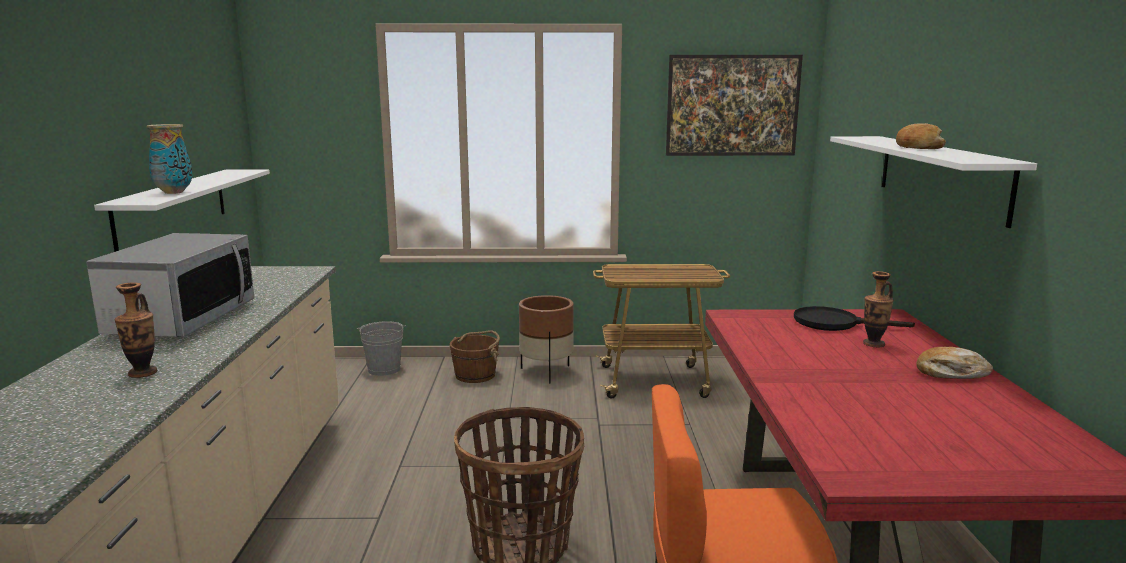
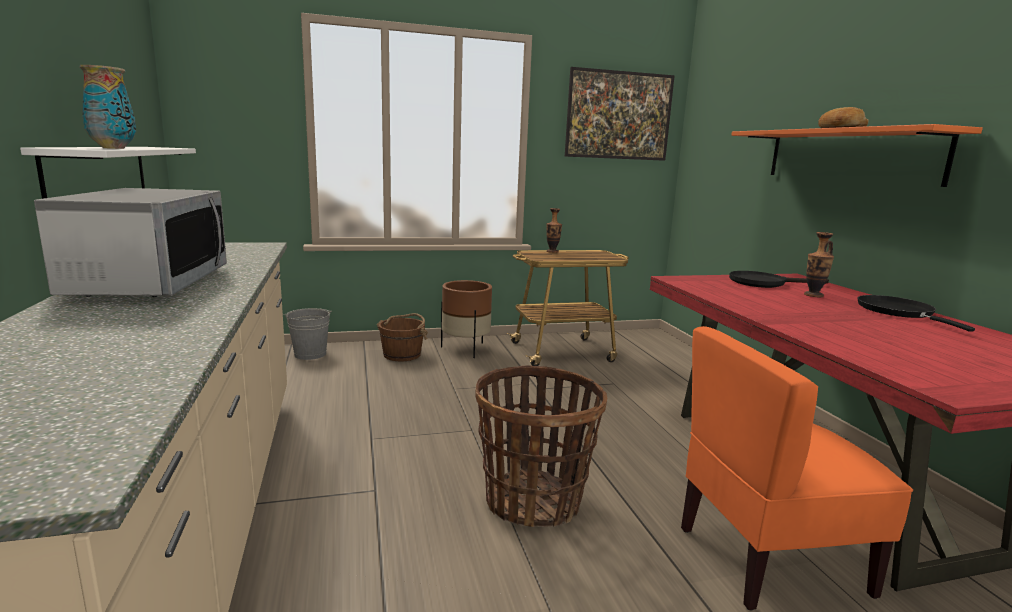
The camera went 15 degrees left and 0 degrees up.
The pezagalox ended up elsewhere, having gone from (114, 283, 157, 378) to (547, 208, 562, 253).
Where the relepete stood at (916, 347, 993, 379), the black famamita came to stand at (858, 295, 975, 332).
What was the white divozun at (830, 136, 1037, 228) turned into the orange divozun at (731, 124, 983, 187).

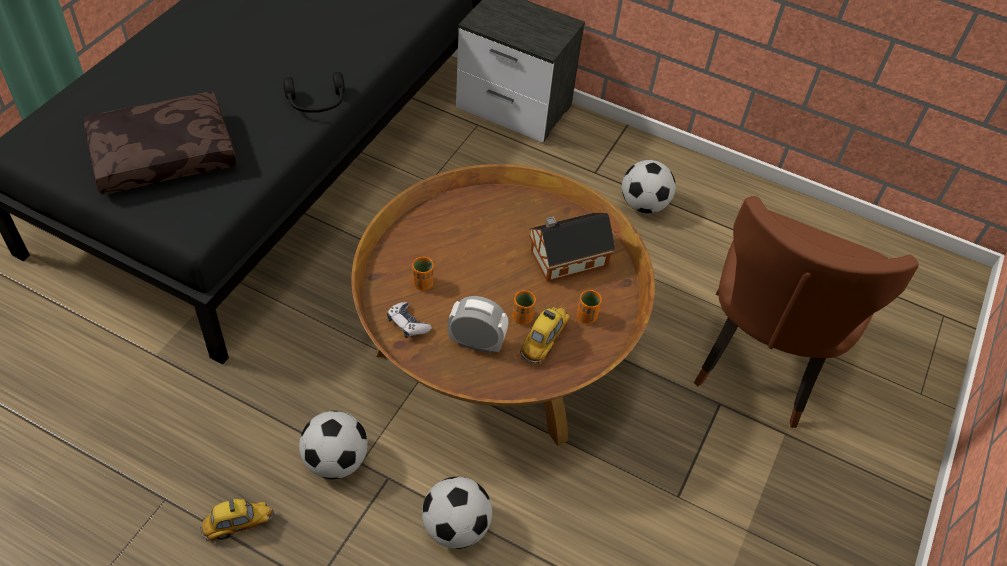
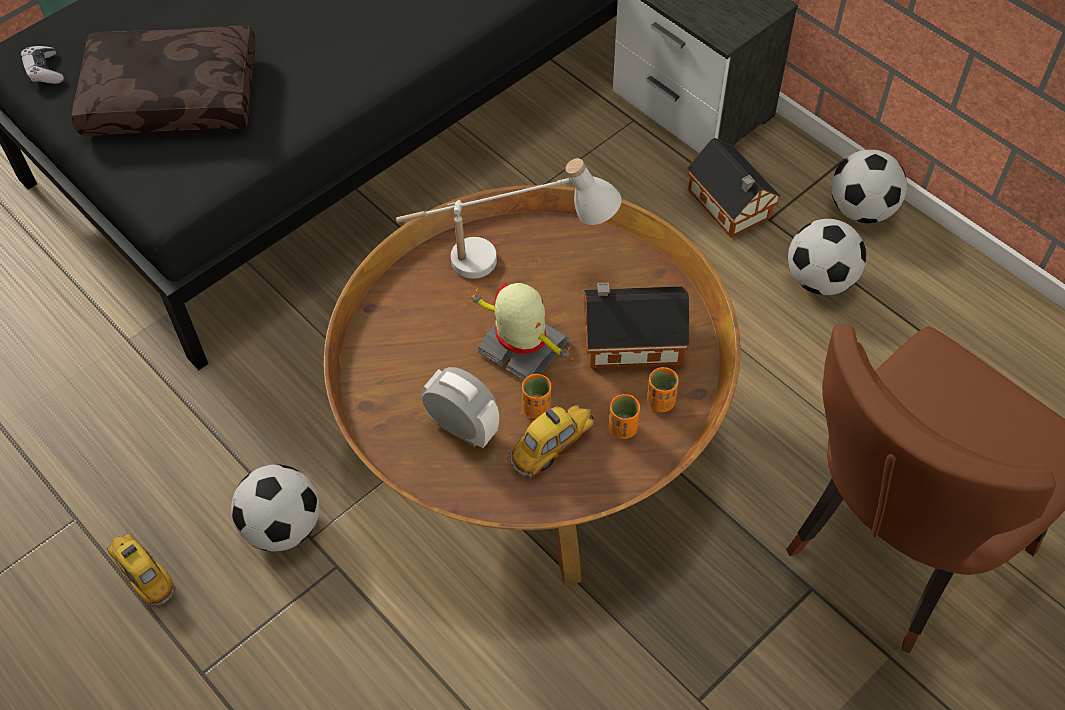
The camera went 25 degrees right and 5 degrees up.
The second view lost the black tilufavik at (283, 72, 345, 113).
The second view gained the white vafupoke at (396, 158, 621, 279).
The second view gained the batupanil at (467, 283, 573, 381).
The second view gained the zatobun at (687, 138, 781, 238).
The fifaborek ended up elsewhere, having gone from (387, 302, 432, 338) to (21, 46, 64, 84).
The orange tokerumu ended up elsewhere, having gone from (412, 257, 434, 290) to (647, 367, 679, 412).
The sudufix ended up elsewhere, having gone from (422, 477, 492, 549) to (831, 149, 907, 223).
The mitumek at (200, 499, 275, 541) ended up facing another way, 135 degrees counterclockwise from before.

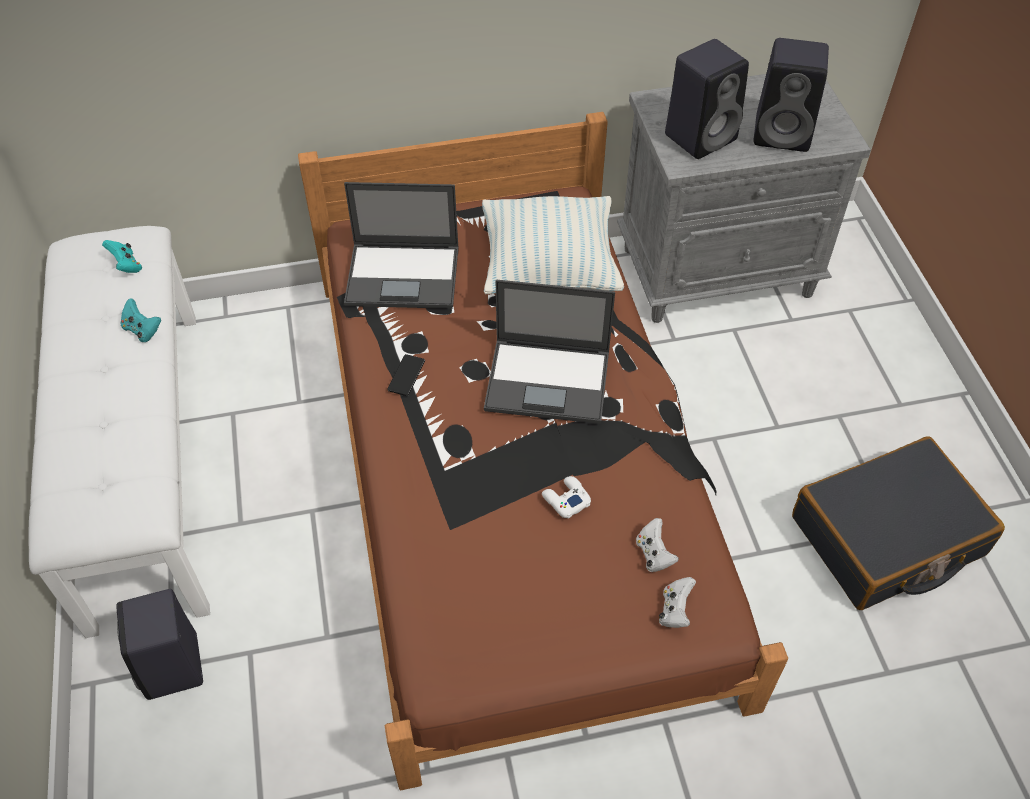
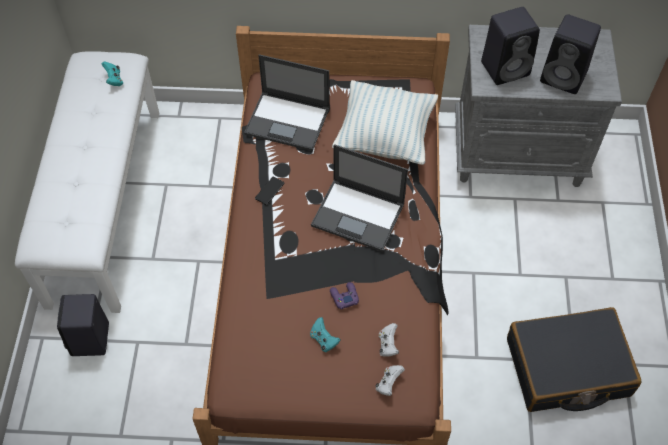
The camera went 15 degrees right and 5 degrees up.
The turquoise fifaborek ended up elsewhere, having gone from (120, 299, 161, 342) to (310, 317, 340, 352).
What was the white fifaborek at (542, 476, 591, 519) turned into the purple fifaborek at (330, 282, 359, 309).

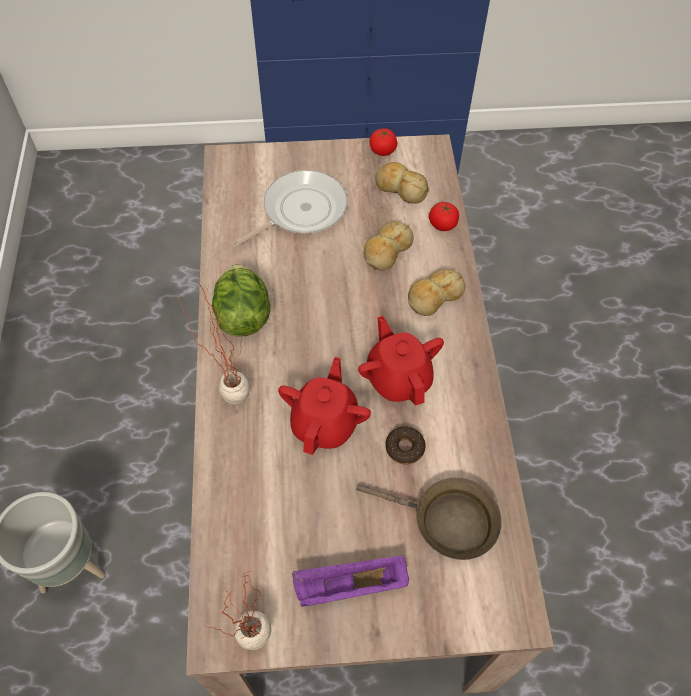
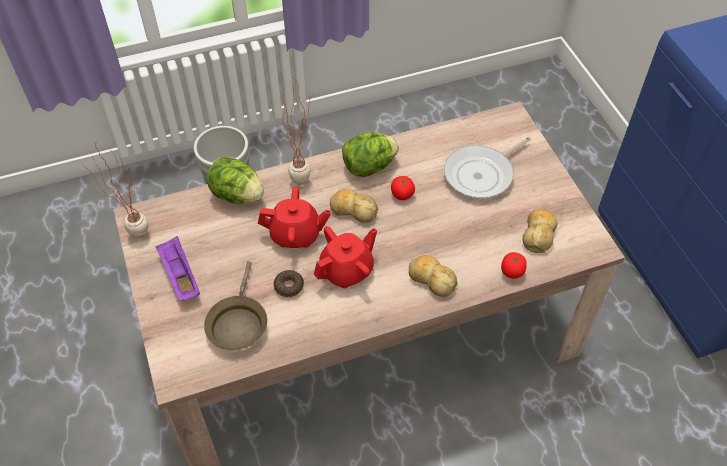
The camera went 75 degrees right and 5 degrees down.
The second view gained the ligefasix at (207, 157, 264, 204).
The relepete ended up elsewhere, having gone from (363, 221, 414, 271) to (330, 189, 378, 223).
The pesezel ended up elsewhere, having gone from (369, 128, 397, 156) to (391, 176, 415, 200).
The famamita at (231, 170, 347, 248) ended up facing another way, 105 degrees clockwise from before.

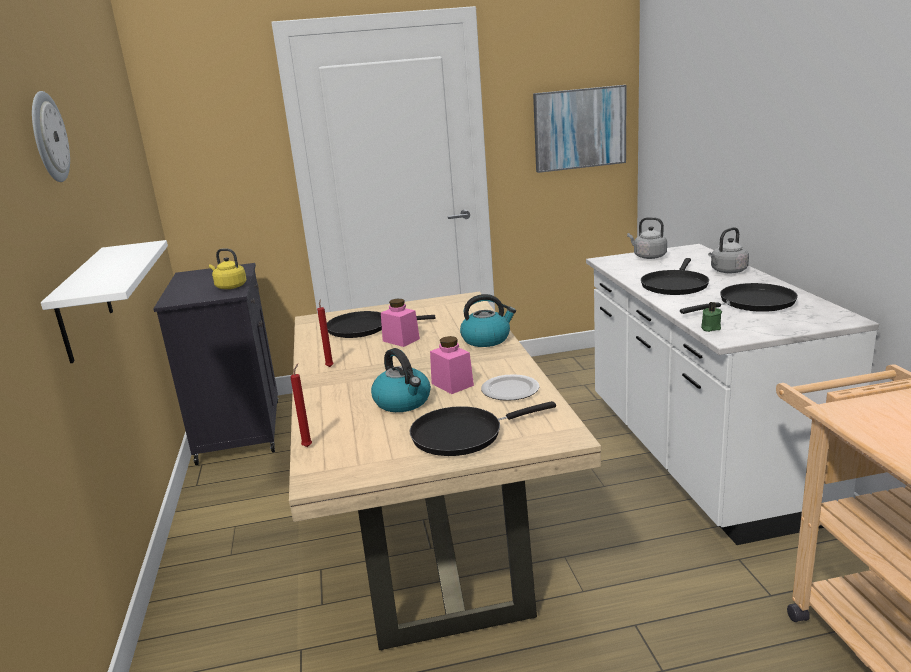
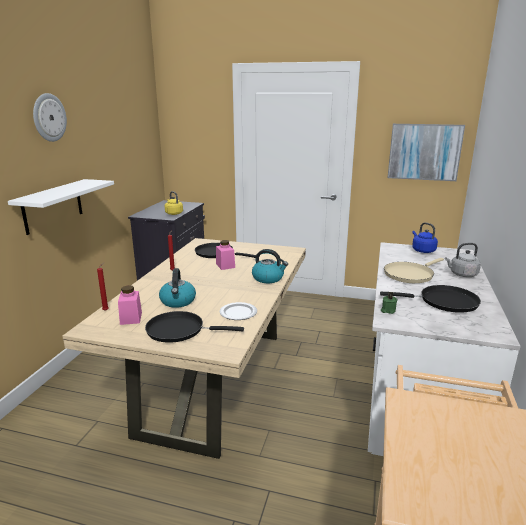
The camera went 25 degrees right and 0 degrees up.
The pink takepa ended up elsewhere, having gone from (430, 336, 474, 394) to (118, 285, 142, 325).
What was the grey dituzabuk at (627, 217, 667, 259) turned into the blue dituzabuk at (412, 222, 438, 253).
What was the black famamita at (641, 258, 709, 295) turned into the beige famamita at (384, 258, 444, 283).

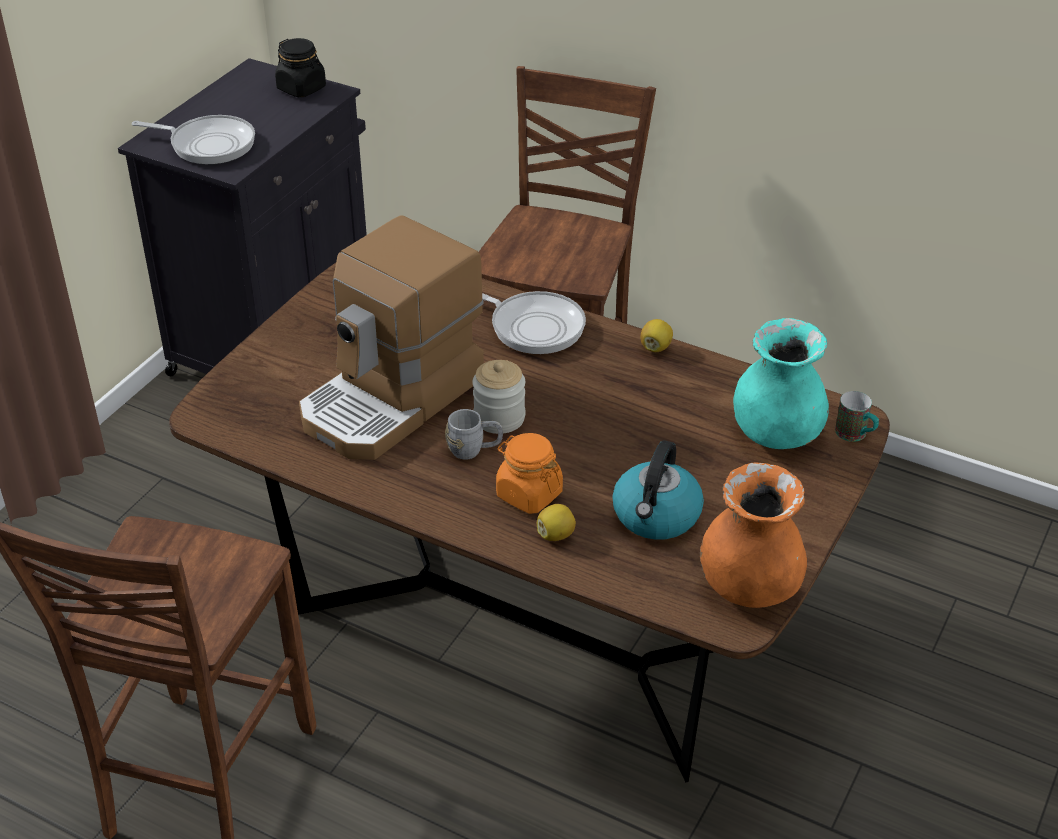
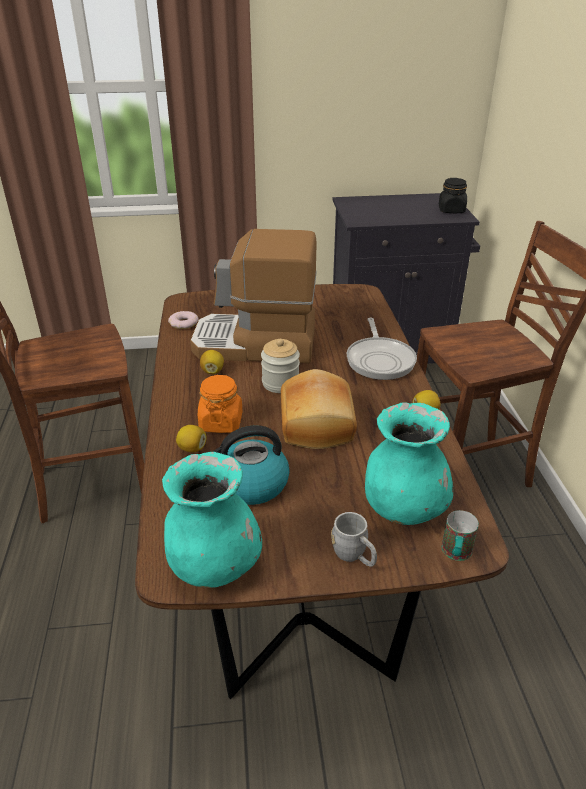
The camera went 55 degrees right and 5 degrees down.
The second view lost the famamita at (132, 115, 255, 165).
The second view gained the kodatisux at (168, 311, 199, 329).
The second view gained the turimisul at (200, 350, 224, 374).
The second view gained the relepete at (281, 369, 357, 449).
The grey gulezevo ended up elsewhere, having gone from (445, 409, 503, 460) to (331, 512, 377, 567).
What was the orange pezagalox at (700, 463, 807, 608) turned into the turquoise pezagalox at (162, 452, 262, 588).

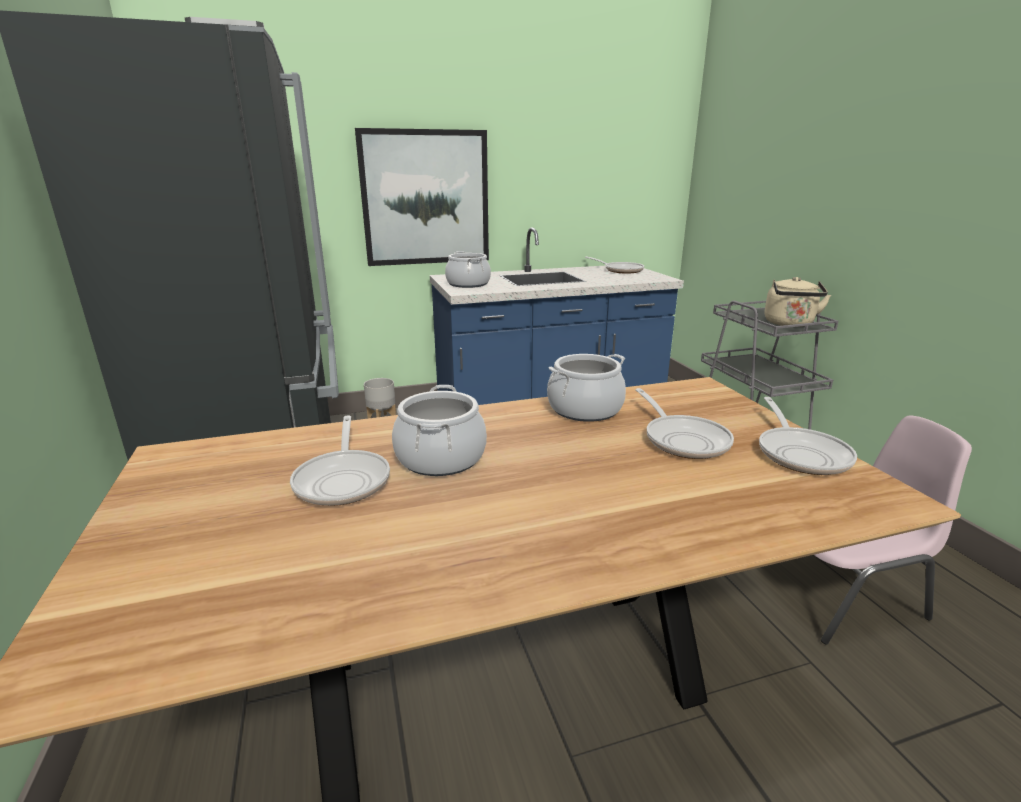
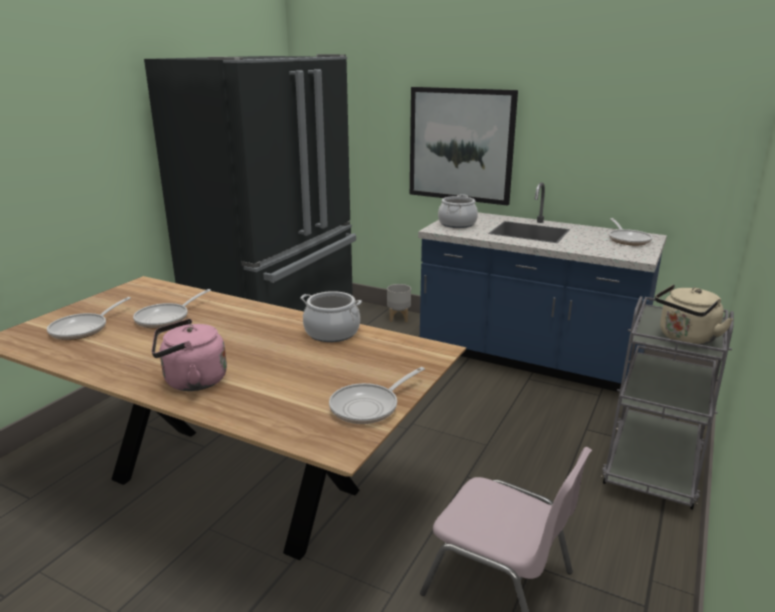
The camera went 45 degrees right and 0 degrees up.
The second view lost the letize at (392, 385, 487, 476).
The second view gained the pink dituzabuk at (152, 319, 227, 391).
The famamita ended up elsewhere, having gone from (636, 388, 734, 459) to (47, 297, 131, 340).

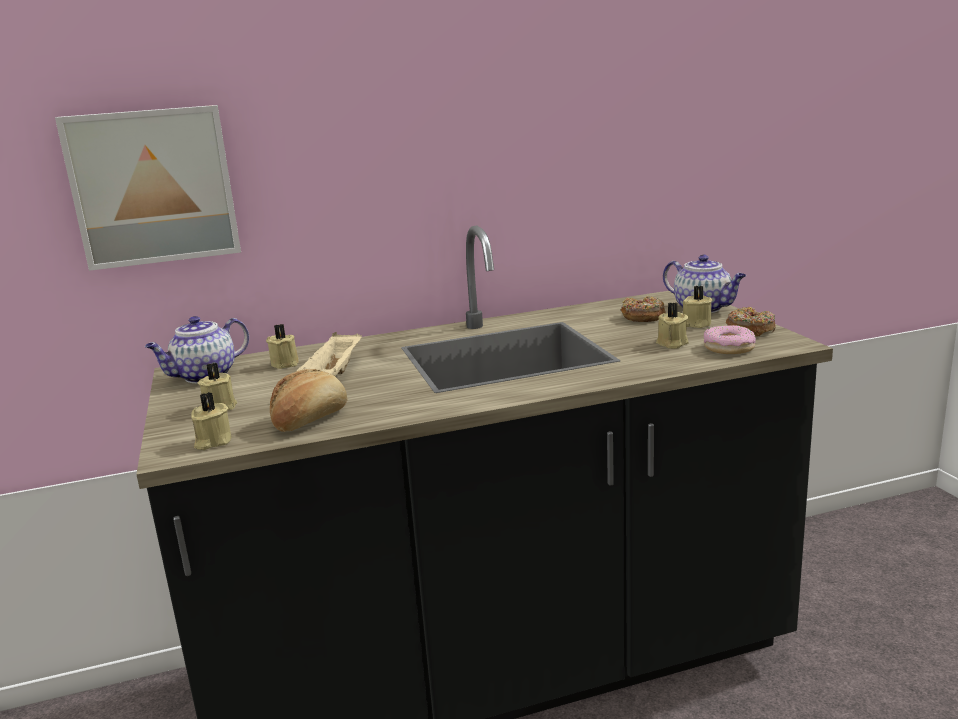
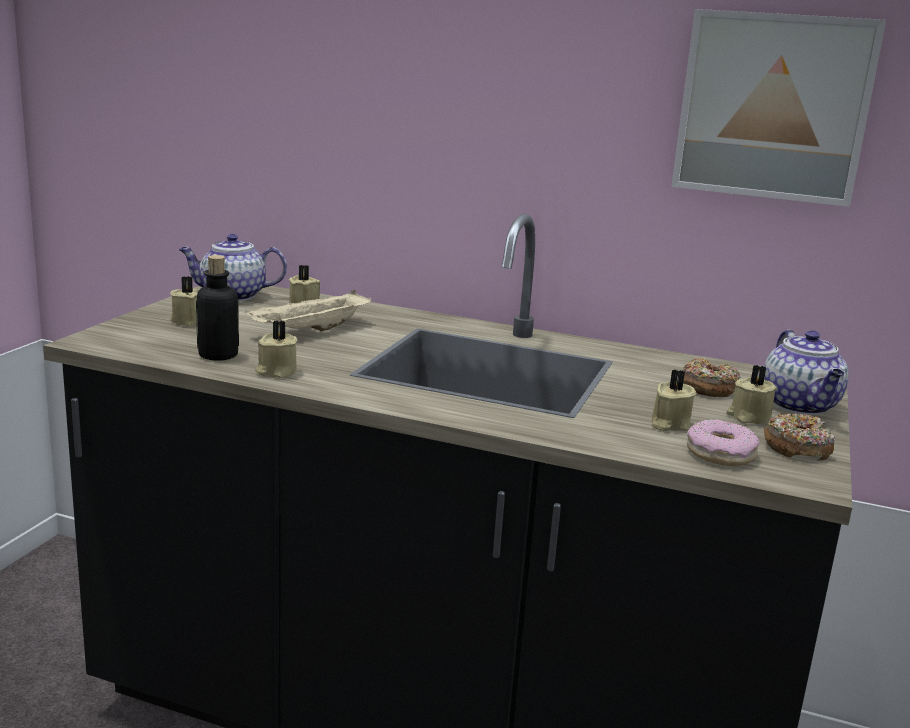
The camera went 35 degrees right and 0 degrees up.
The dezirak ended up elsewhere, having gone from (55, 105, 241, 271) to (671, 9, 886, 207).
The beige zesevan ended up elsewhere, having gone from (191, 392, 231, 450) to (255, 320, 297, 378).
Where the relepete stood at (270, 369, 347, 432), the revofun came to stand at (196, 255, 239, 361).

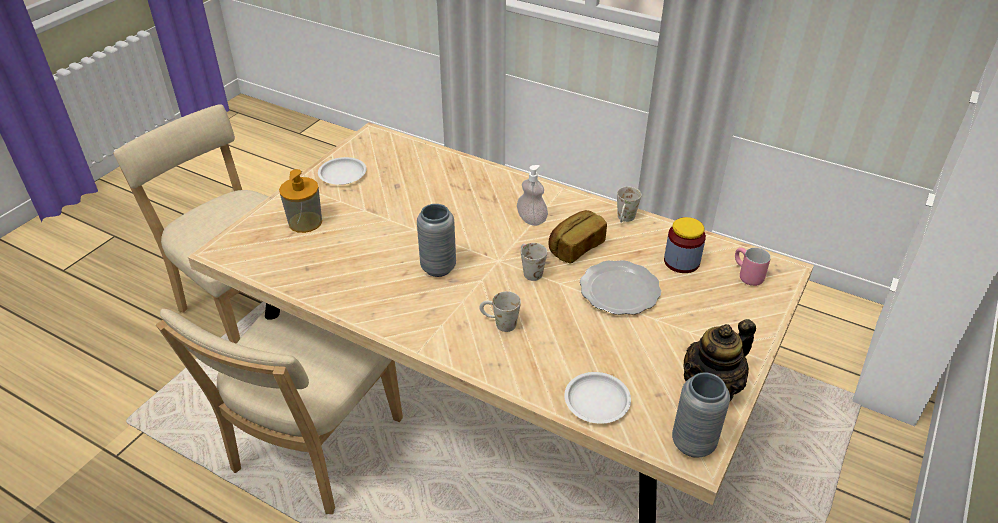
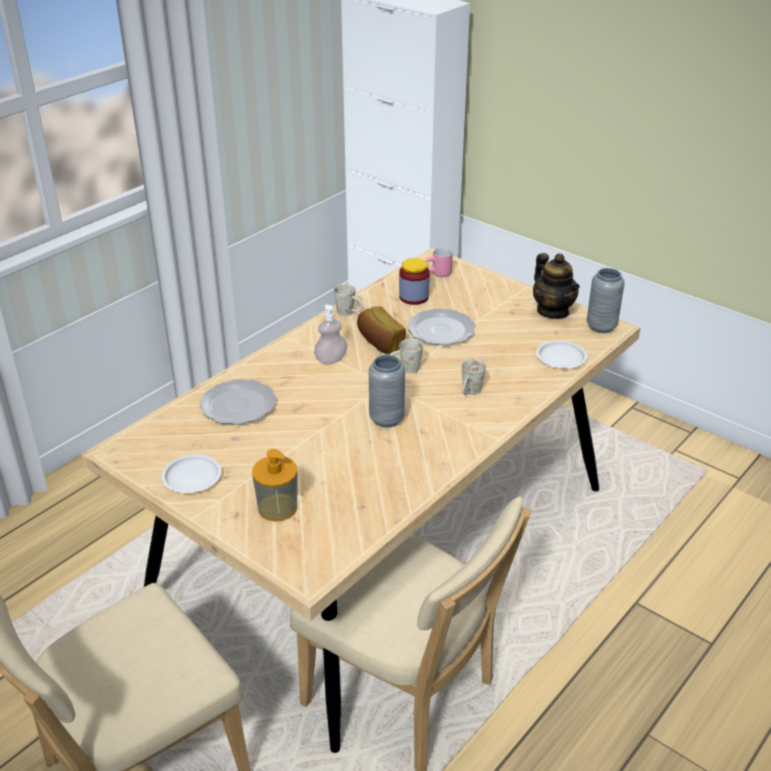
The camera went 80 degrees left and 5 degrees down.
The second view gained the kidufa at (200, 379, 277, 425).

